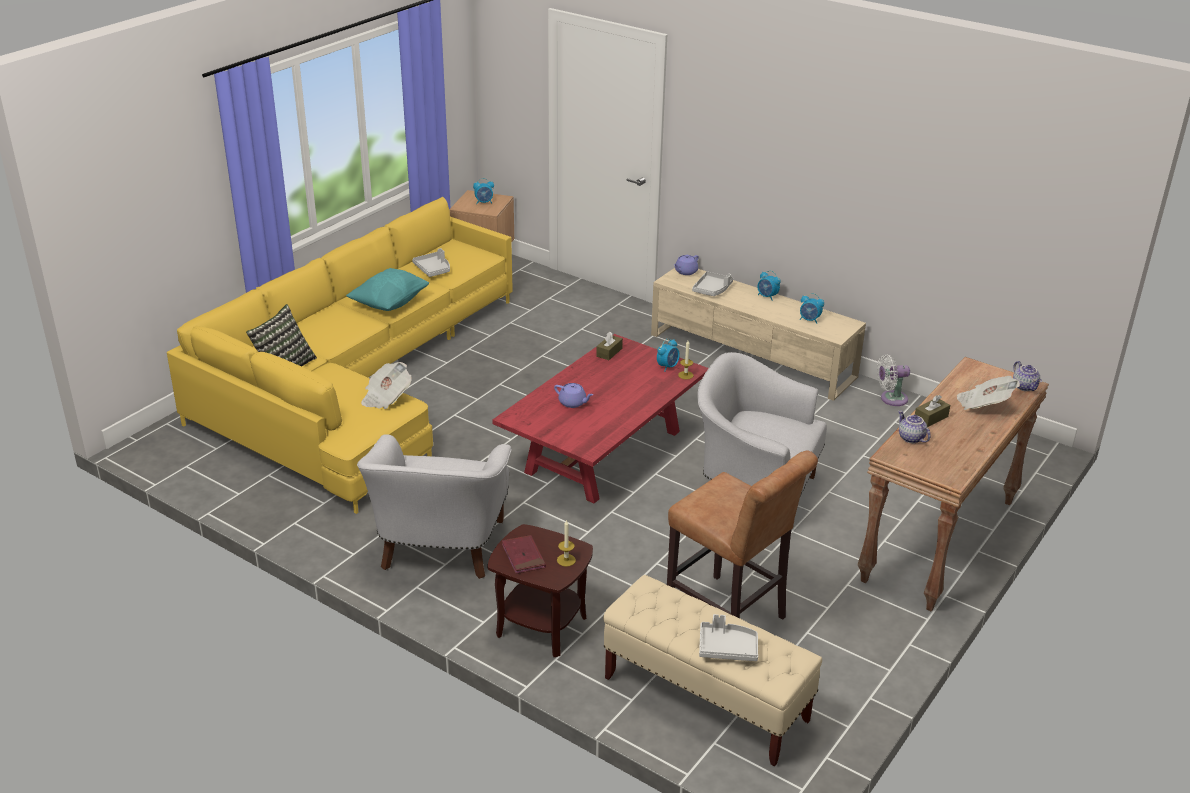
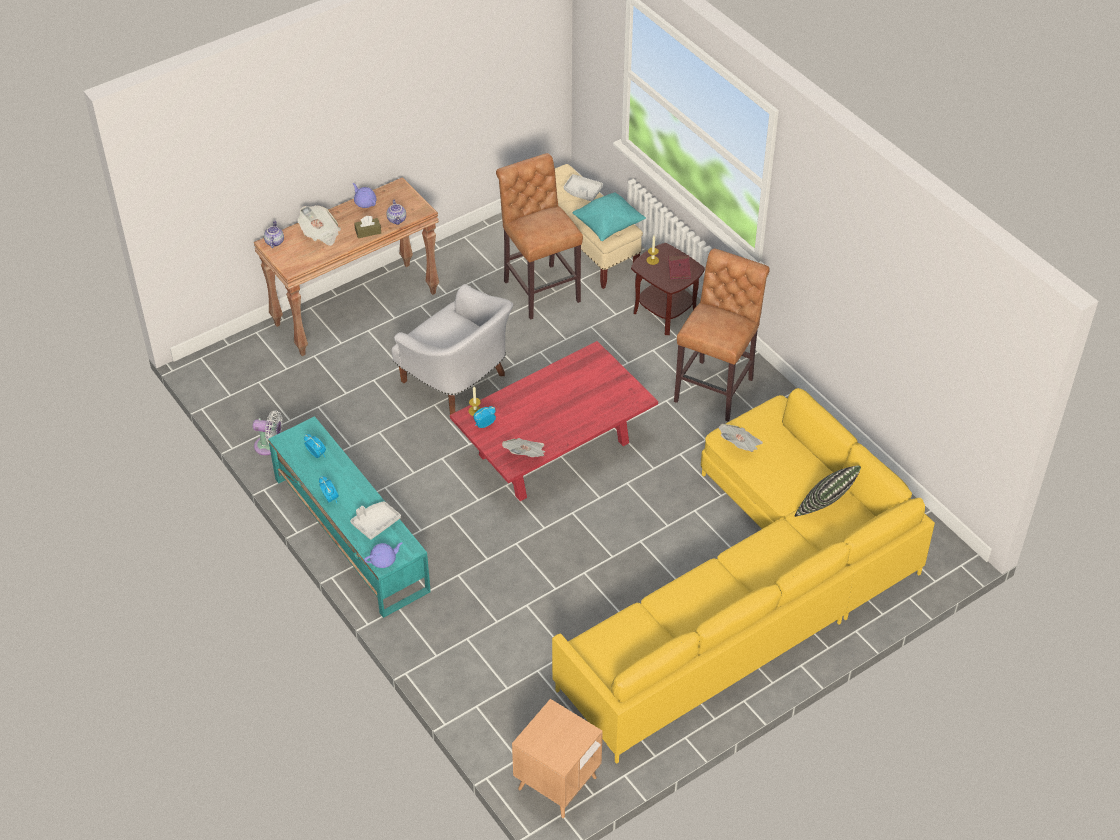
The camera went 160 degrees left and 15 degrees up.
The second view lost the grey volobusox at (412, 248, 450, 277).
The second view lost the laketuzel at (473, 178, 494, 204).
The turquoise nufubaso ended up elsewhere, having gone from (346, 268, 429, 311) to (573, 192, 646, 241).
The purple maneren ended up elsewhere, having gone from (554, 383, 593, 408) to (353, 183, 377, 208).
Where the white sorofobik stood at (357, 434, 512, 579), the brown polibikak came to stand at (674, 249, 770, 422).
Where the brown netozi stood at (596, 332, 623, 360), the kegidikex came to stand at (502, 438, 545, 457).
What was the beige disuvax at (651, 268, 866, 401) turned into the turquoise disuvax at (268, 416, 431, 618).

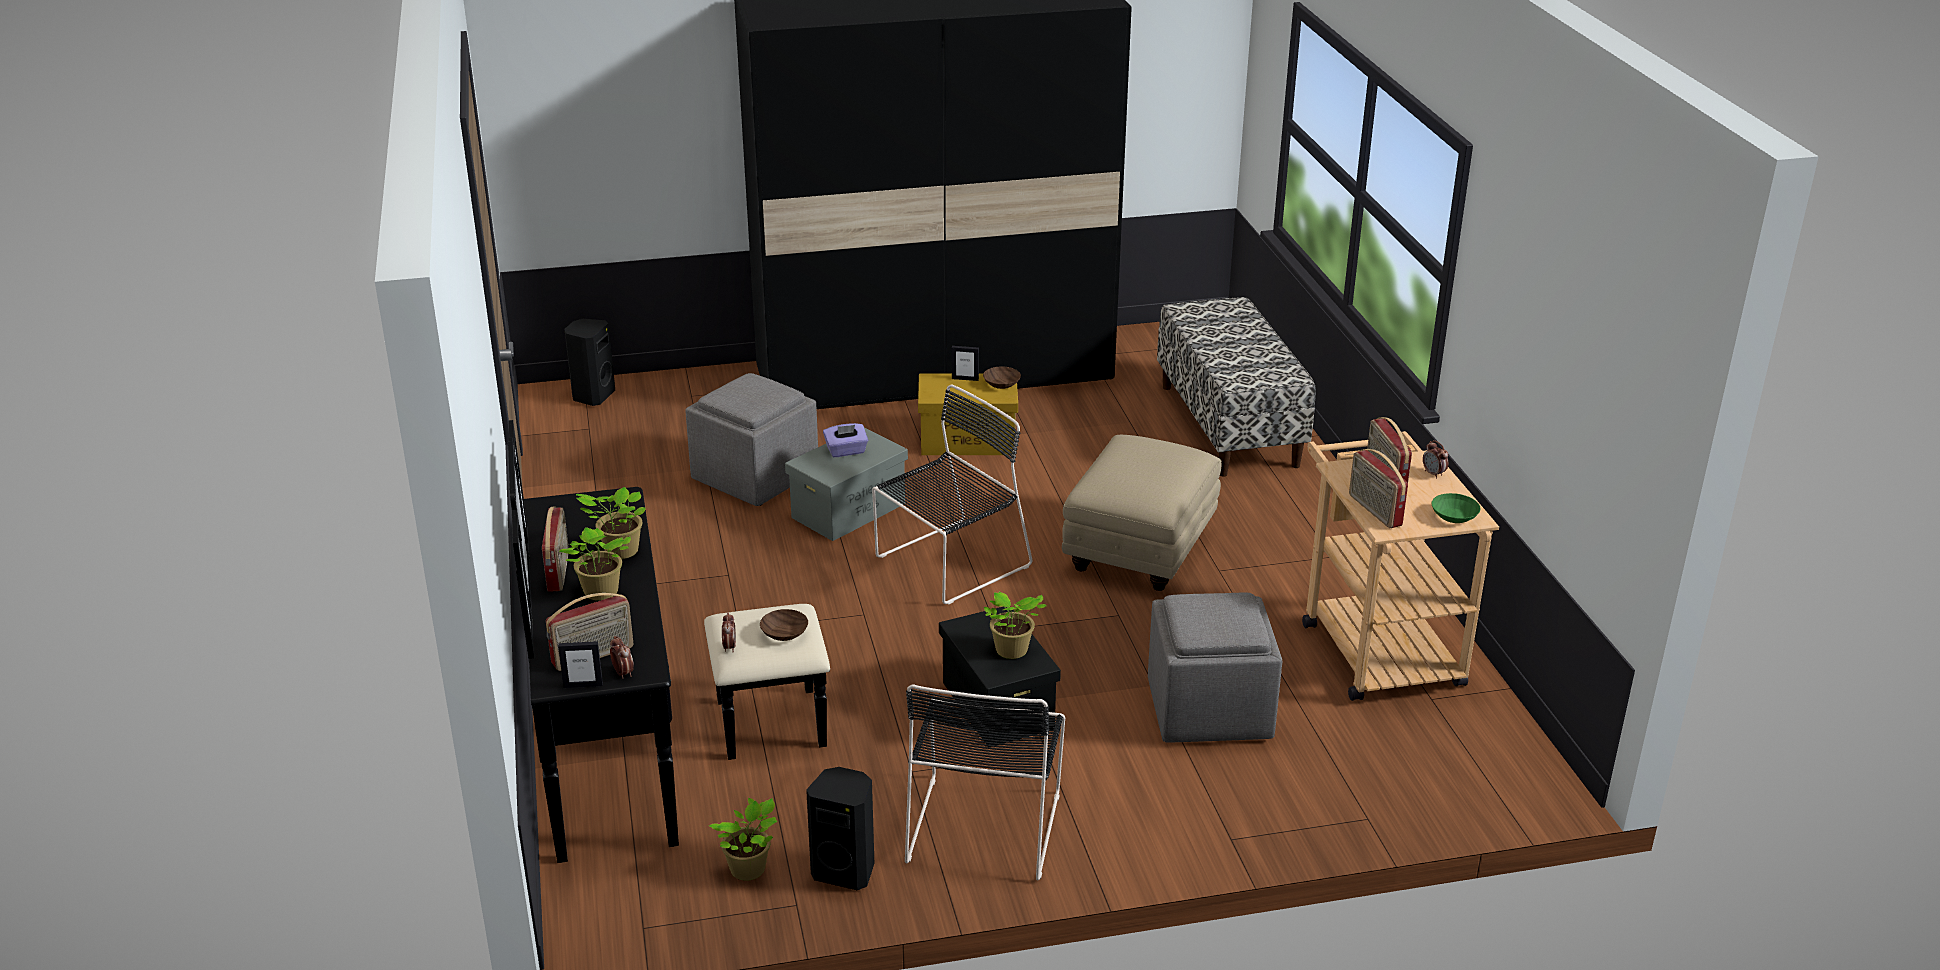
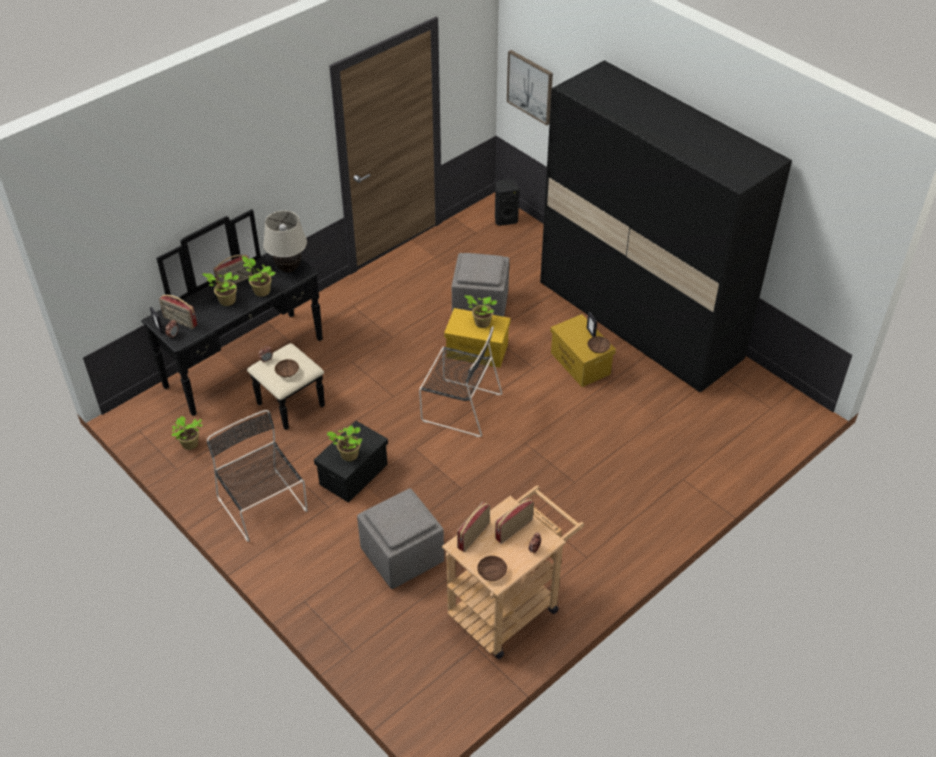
The camera went 60 degrees right and 15 degrees up.
The second view lost the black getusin at (806, 767, 874, 890).
The second view lost the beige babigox at (1062, 435, 1222, 591).
The second view lost the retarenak at (1157, 297, 1316, 477).
The second view gained the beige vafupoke at (263, 211, 307, 273).
The second view gained the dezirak at (507, 50, 553, 125).
Where the purple netozi stood at (823, 423, 868, 457), the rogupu came to stand at (464, 295, 497, 328).
What was the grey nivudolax at (785, 427, 908, 541) turned into the yellow nivudolax at (444, 308, 511, 368).
What was the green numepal at (1431, 493, 1481, 523) turned into the brown numepal at (477, 556, 507, 581).
The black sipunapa at (905, 684, 1065, 880) ended up facing another way, 75 degrees clockwise from before.

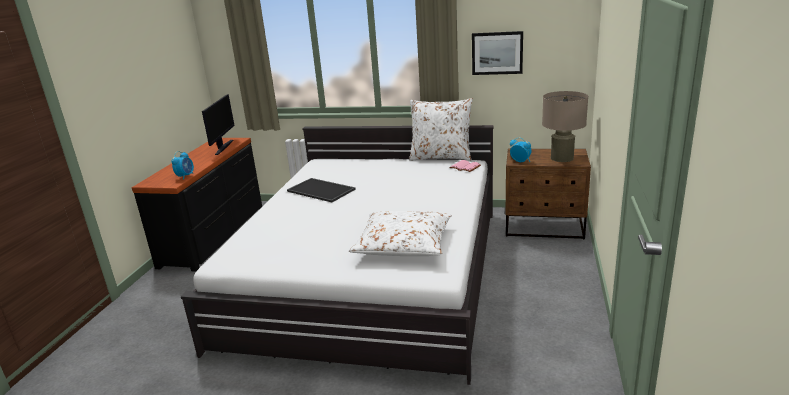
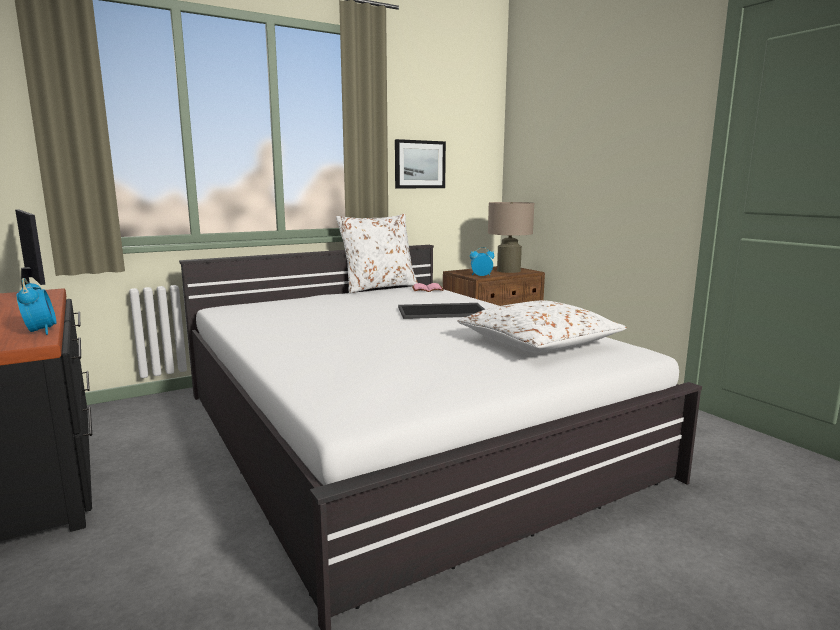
The camera went 45 degrees left and 10 degrees down.
The volobusox ended up elsewhere, having gone from (287, 178, 356, 202) to (398, 303, 485, 319).

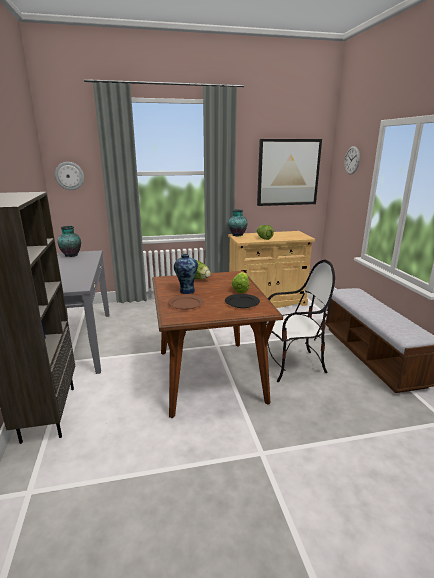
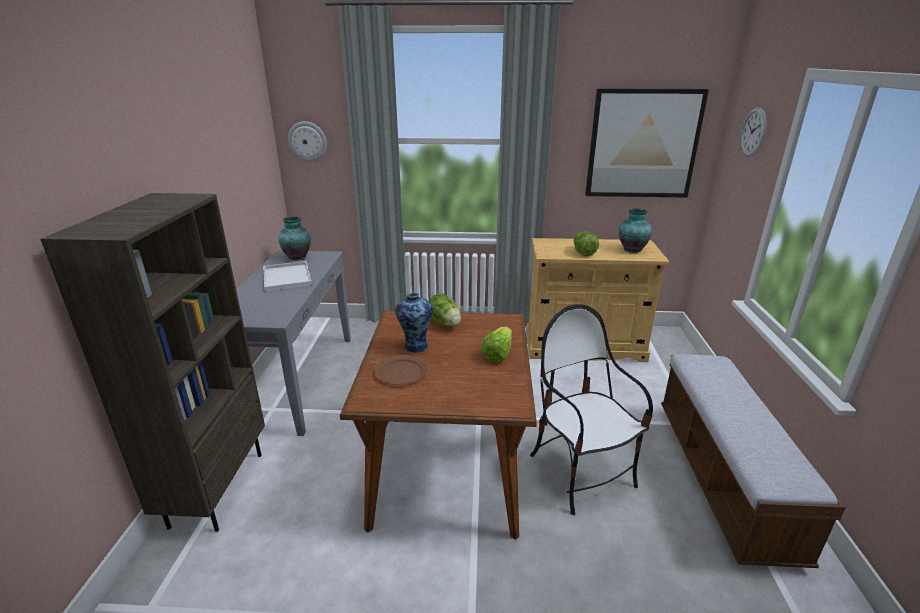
The camera went 15 degrees right and 5 degrees up.
The second view lost the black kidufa at (225, 294, 260, 308).
The second view gained the white volobusox at (263, 261, 312, 291).
The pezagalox ended up elsewhere, having gone from (228, 209, 247, 237) to (619, 208, 652, 253).
The sipunapa at (266, 260, 335, 382) ended up facing another way, 120 degrees counterclockwise from before.

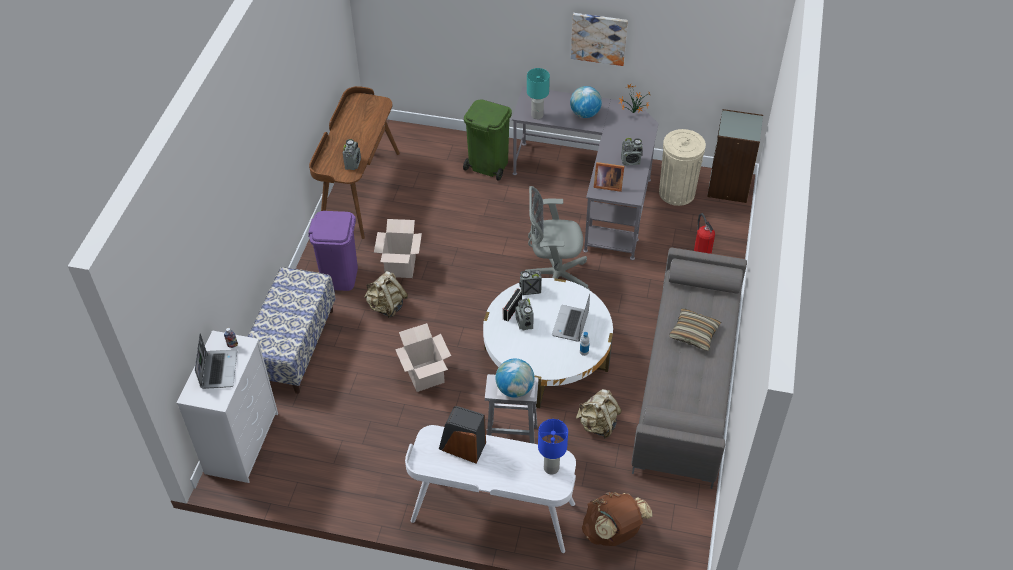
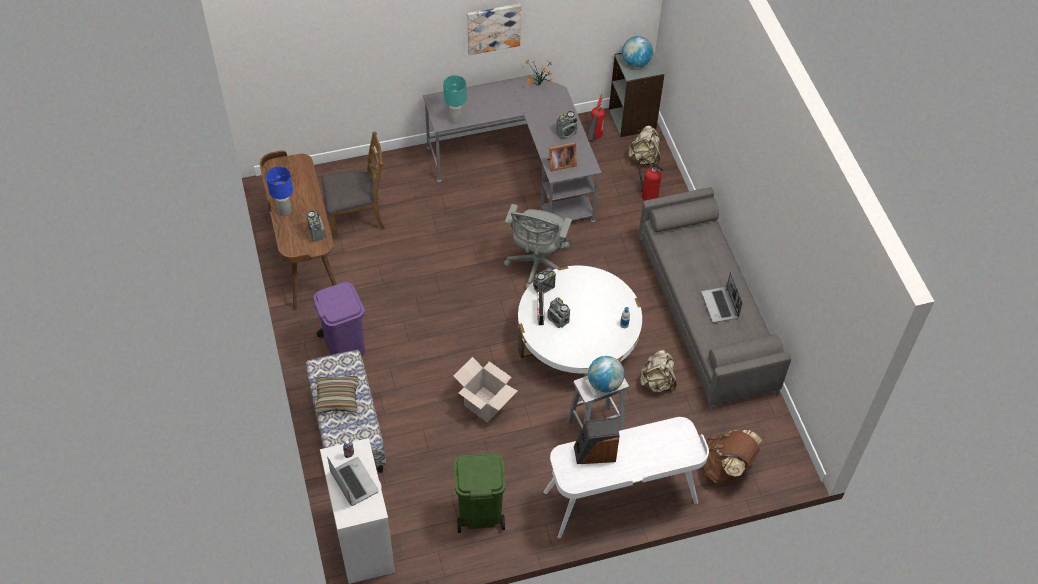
The camera went 30 degrees left and 5 degrees up.
The second view lost the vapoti at (374, 219, 422, 278).
The second view gained the brown sipunapa at (321, 132, 385, 239).
The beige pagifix ended up elsewhere, having gone from (364, 271, 408, 318) to (628, 126, 660, 166).
The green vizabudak ended up elsewhere, having gone from (463, 99, 512, 181) to (454, 453, 506, 533).
The blue vafupoke ended up elsewhere, having gone from (538, 419, 568, 475) to (266, 166, 293, 216).
The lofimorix ended up elsewhere, having gone from (552, 294, 590, 342) to (702, 272, 743, 323).
The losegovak ended up elsewhere, having gone from (570, 86, 602, 118) to (622, 36, 653, 67).
The nufubaso ended up elsewhere, having gone from (669, 308, 721, 351) to (315, 375, 358, 413).
Where the beige vizabudak stood at (659, 129, 706, 206), the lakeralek came to stand at (586, 94, 605, 142).
The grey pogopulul at (525, 186, 590, 290) ended up facing another way, 45 degrees counterclockwise from before.

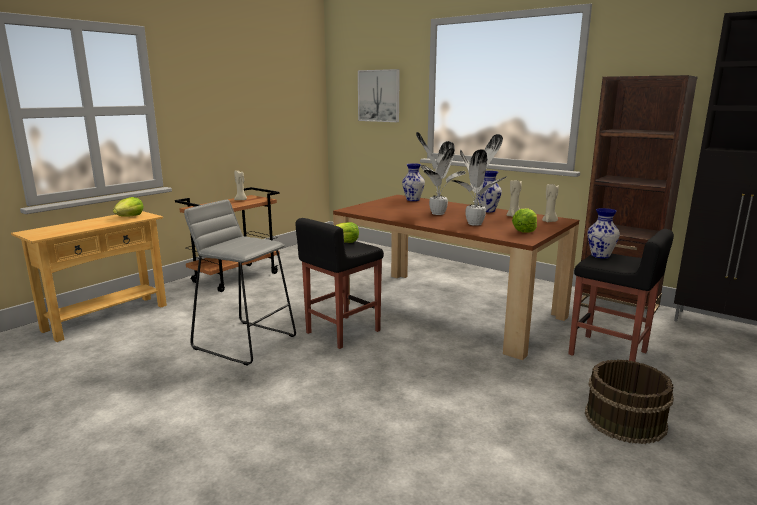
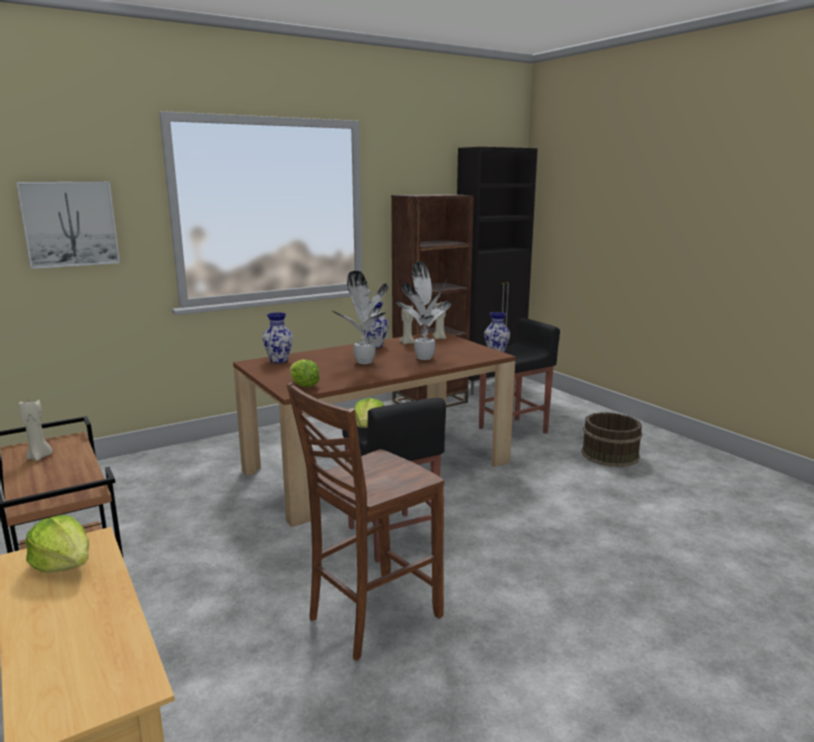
The camera went 70 degrees left and 0 degrees up.
The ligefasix ended up elsewhere, having gone from (512, 209, 537, 233) to (290, 359, 320, 387).
Where the grey polibikak stood at (184, 200, 296, 366), the brown sipunapa came to stand at (287, 382, 444, 661).

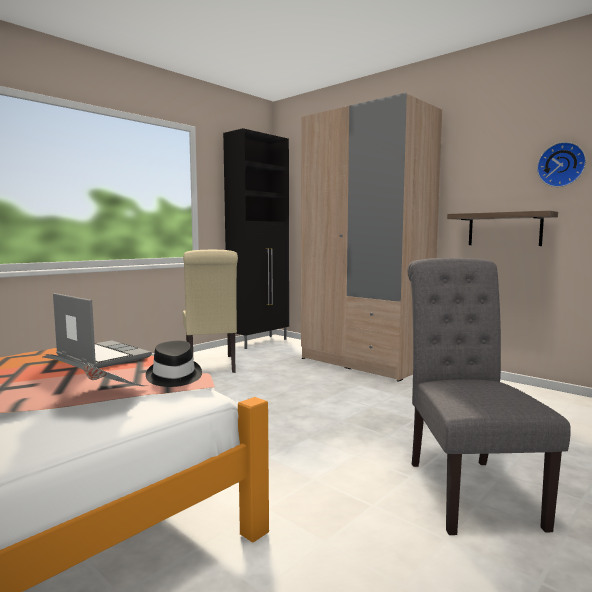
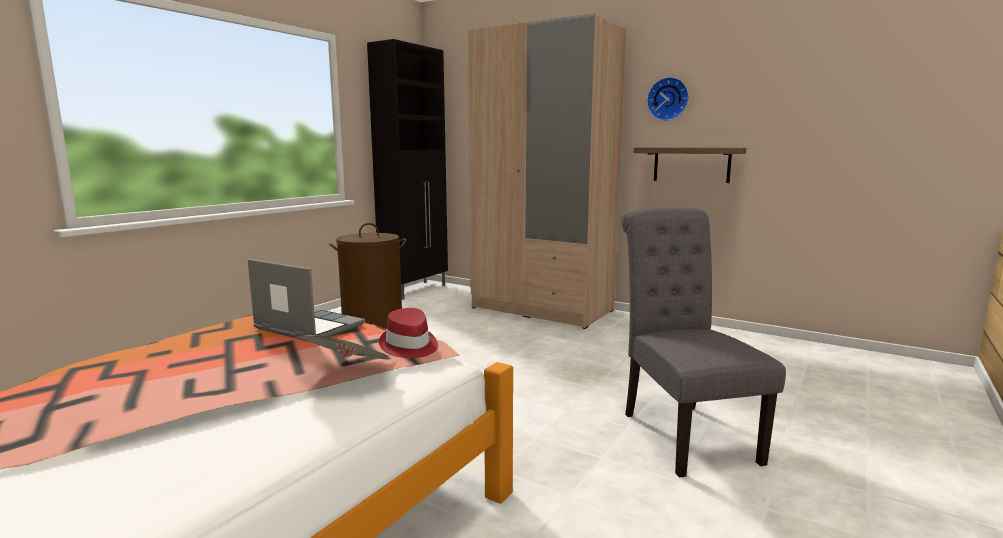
The camera went 10 degrees left and 5 degrees up.
The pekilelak ended up elsewhere, having gone from (537, 142, 586, 187) to (647, 77, 689, 121).
Where the beige sipunapa stood at (183, 250, 238, 373), the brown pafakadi came to stand at (329, 223, 406, 329).
What was the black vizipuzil at (146, 341, 202, 387) turned into the red vizipuzil at (379, 308, 438, 358).

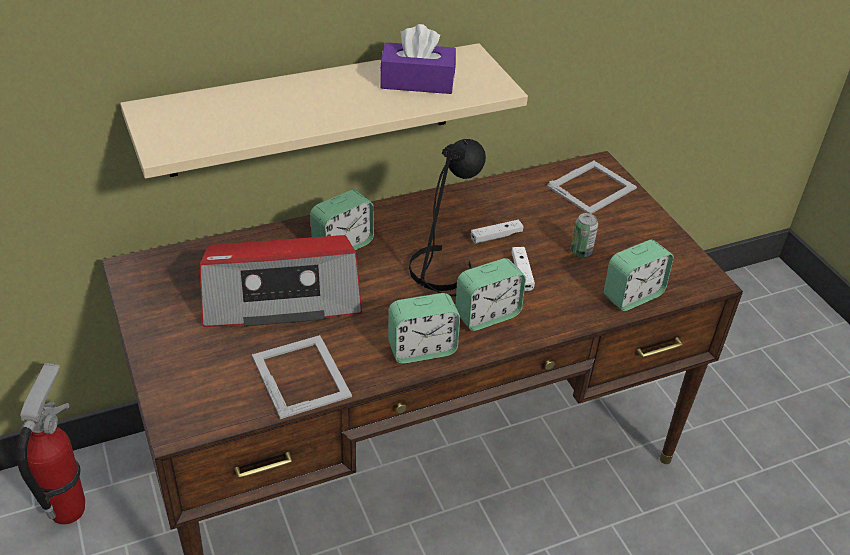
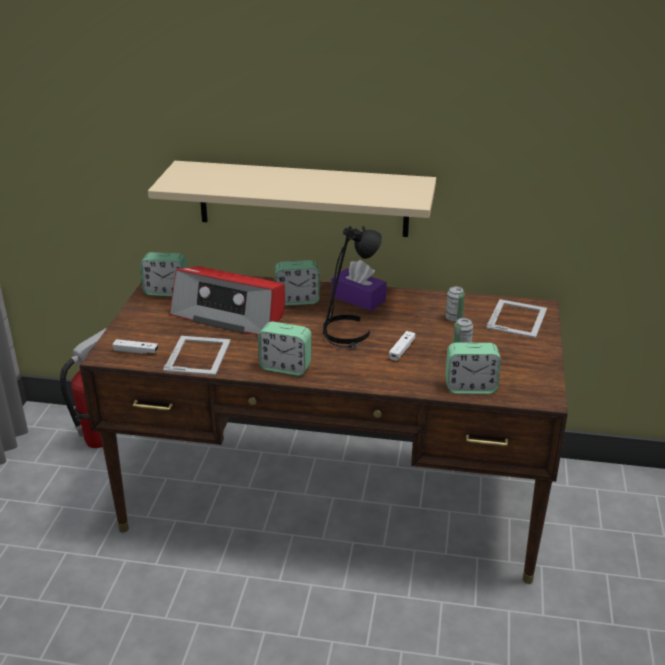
The camera went 35 degrees right and 10 degrees down.
The second view gained the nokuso at (445, 286, 465, 322).
The purple netozi ended up elsewhere, having gone from (380, 24, 456, 94) to (331, 260, 387, 311).
The laketuzel ended up elsewhere, having gone from (456, 258, 526, 331) to (140, 252, 187, 296).
The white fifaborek ended up elsewhere, having gone from (471, 220, 524, 244) to (112, 339, 158, 354).
The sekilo at (547, 161, 637, 214) ended up facing another way, 60 degrees counterclockwise from before.

